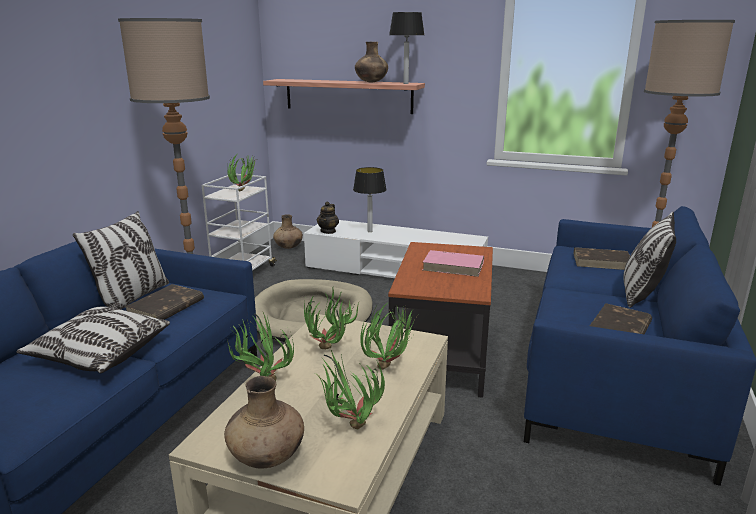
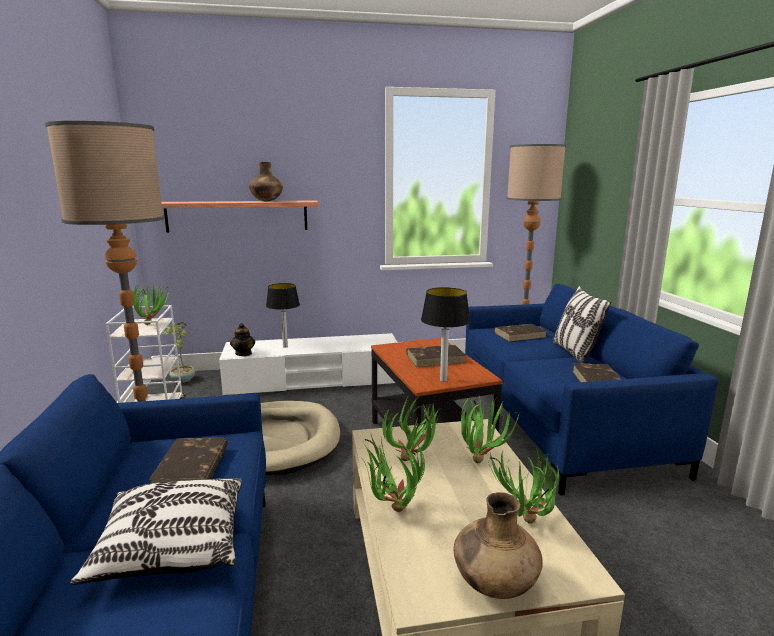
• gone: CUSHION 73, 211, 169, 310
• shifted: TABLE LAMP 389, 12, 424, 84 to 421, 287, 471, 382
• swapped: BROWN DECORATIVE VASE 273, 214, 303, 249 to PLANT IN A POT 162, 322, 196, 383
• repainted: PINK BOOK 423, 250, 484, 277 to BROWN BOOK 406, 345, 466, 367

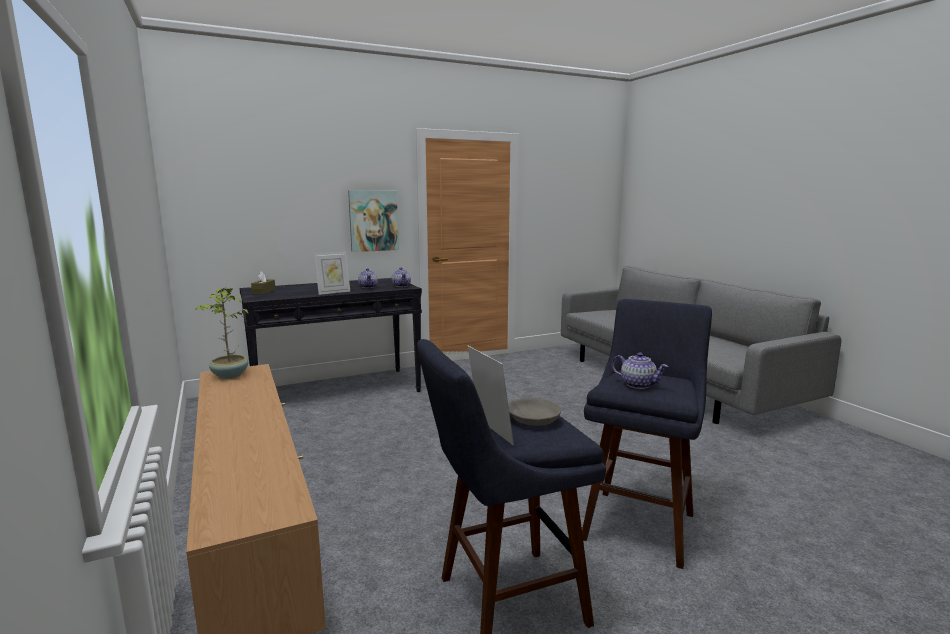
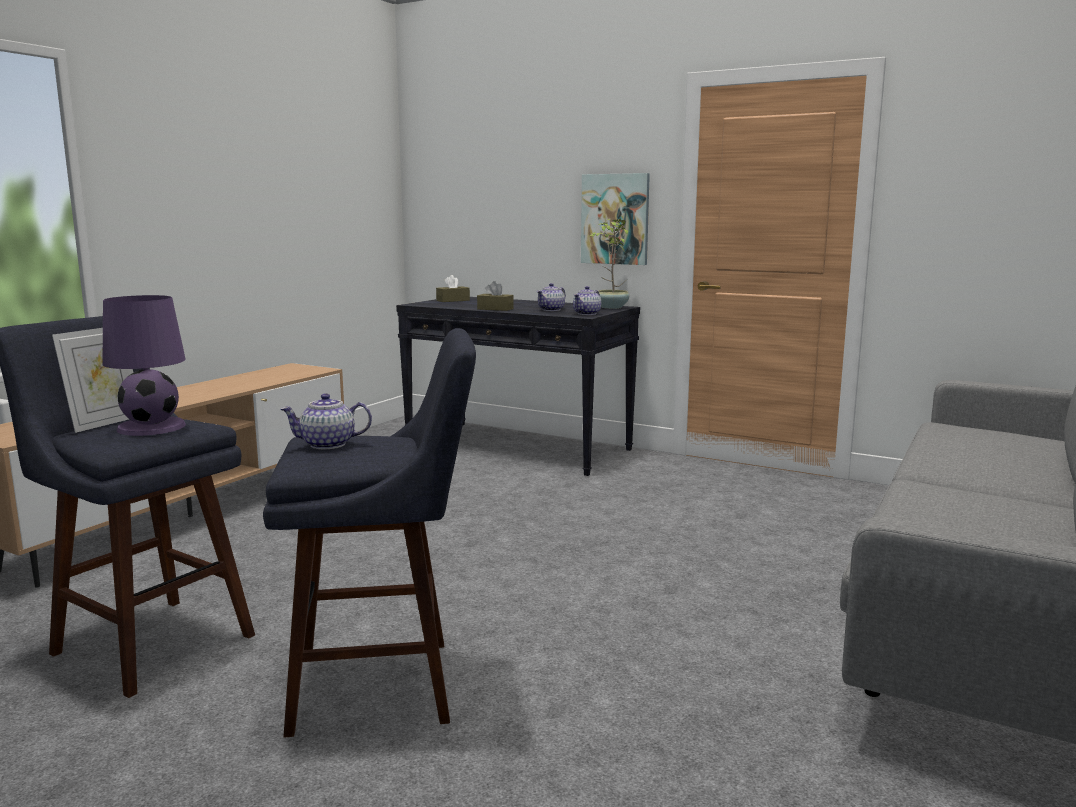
• shifted: PLANT IN A POT 195, 287, 248, 379 to 590, 219, 629, 309
• swapped: PICTURE FRAME 314, 251, 350, 295 to BROWN BOX OF TISSUES 477, 281, 514, 311
• swapped: GRAY BOWL 508, 398, 561, 426 to PURPLE TABLE LAMP 103, 295, 186, 436
• rotated: TEAPOT 612, 352, 669, 389 = 280, 393, 372, 449 75 degrees clockwise

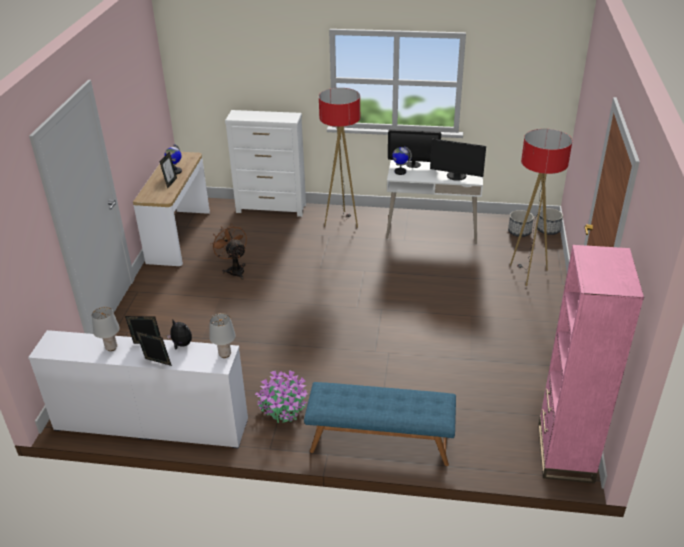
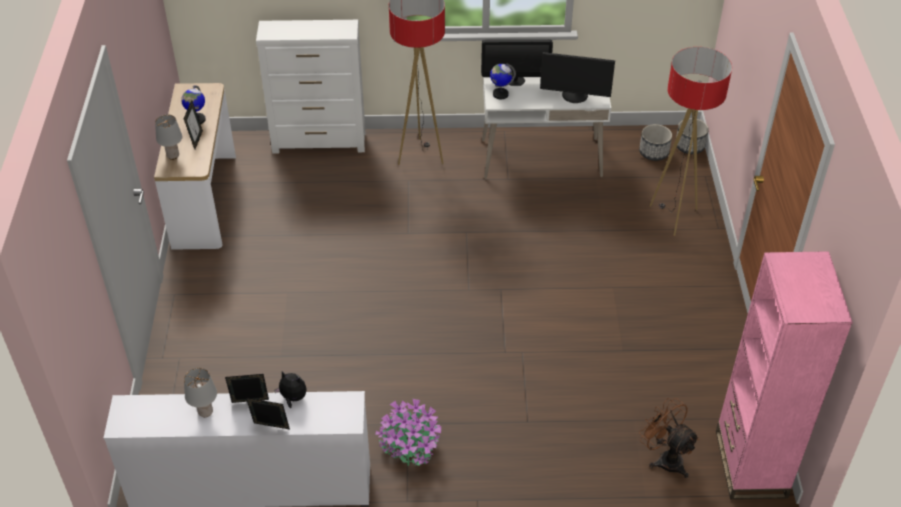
• gone: BLUE-COLOURED LONG SEAT 304, 382, 456, 466
• shifted: GRAY TABLE LAMP 209, 313, 236, 358 to 155, 114, 182, 160
• shifted: BROWN FAN 210, 224, 247, 280 to 639, 398, 699, 478

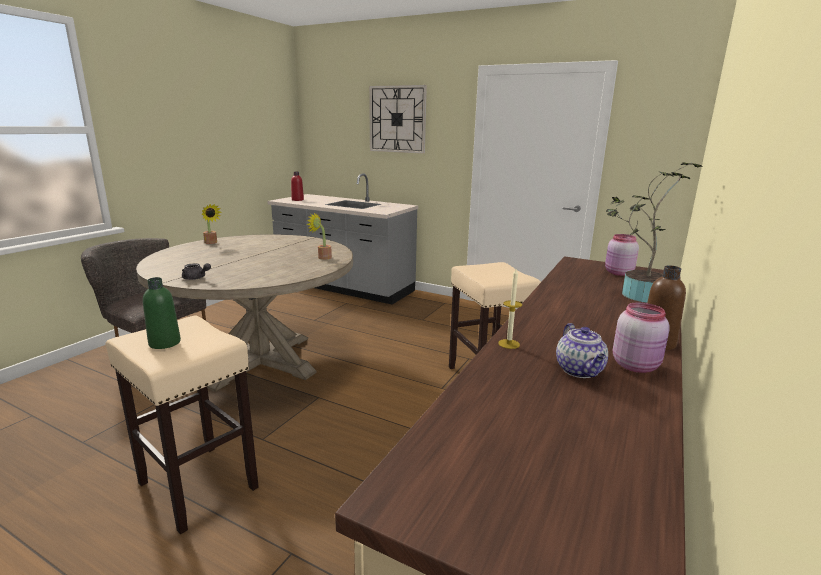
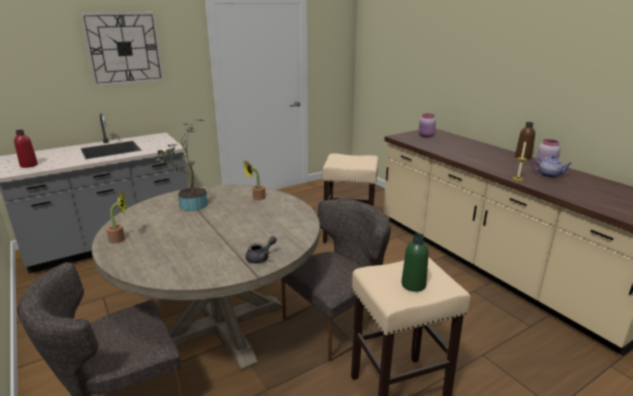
• new: GRAY CHAIR 281, 199, 391, 361
• shifted: PLANT IN A POT 606, 162, 703, 303 to 155, 119, 208, 211

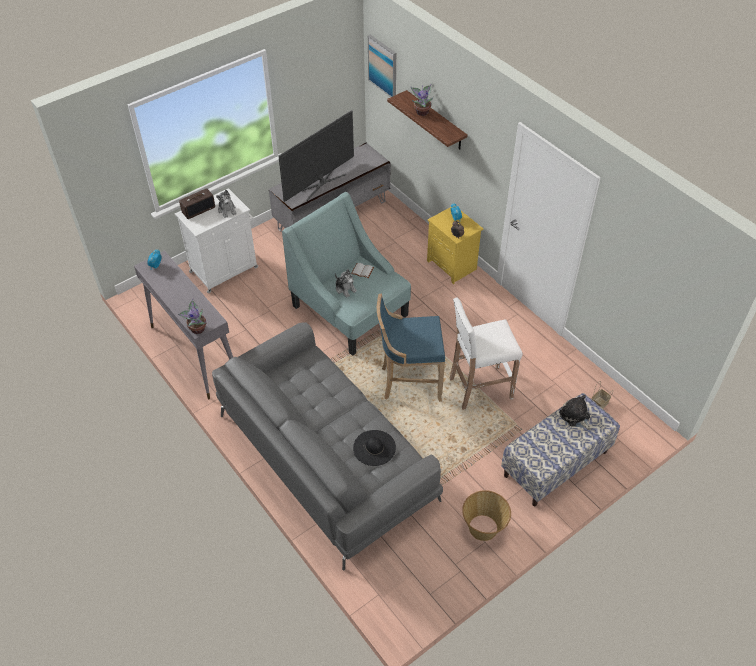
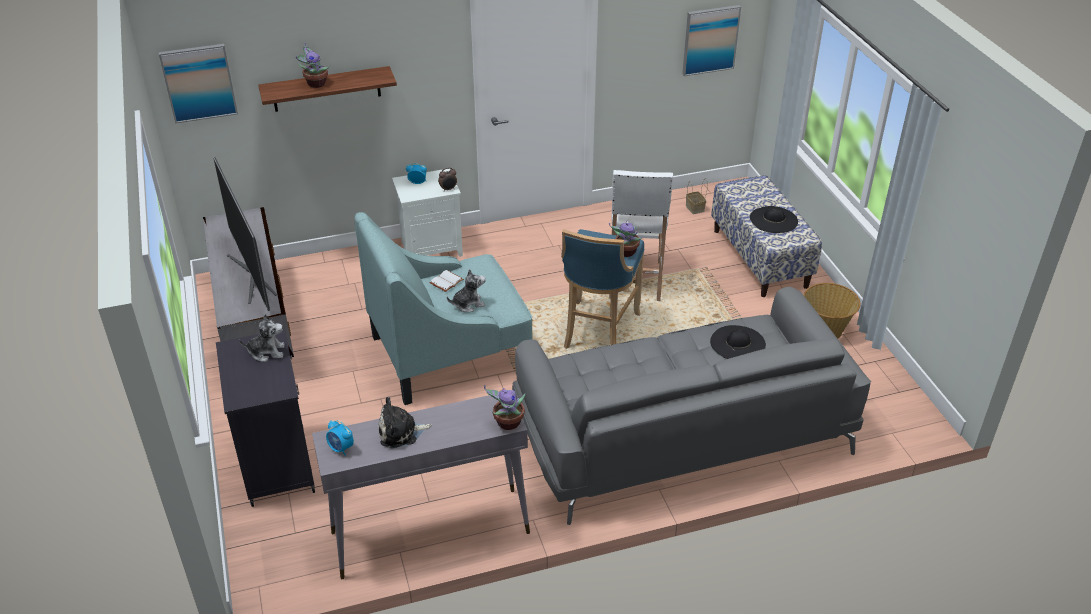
• gone: RADIO SET 179, 188, 215, 219
• new: PLANT IN A POT 609, 220, 643, 257
• new: WALL ART 682, 5, 741, 76
• new: BLACK HAT 750, 206, 798, 233
• shifted: SOFT TOY 559, 395, 591, 430 to 378, 397, 432, 448
• repainted: WHITE CABINET 175, 188, 258, 293 to BLACK CABINET 216, 329, 315, 507
• repainted: YELLOWISH NIGHTSTAND 427, 206, 484, 284 to WHITE NIGHTSTAND 392, 168, 463, 257

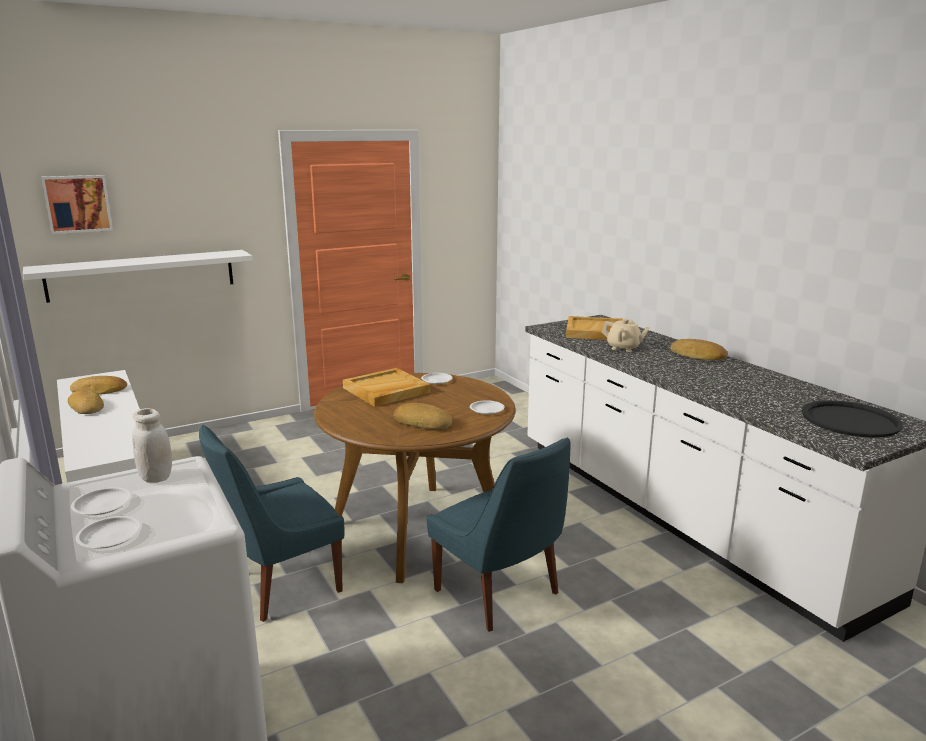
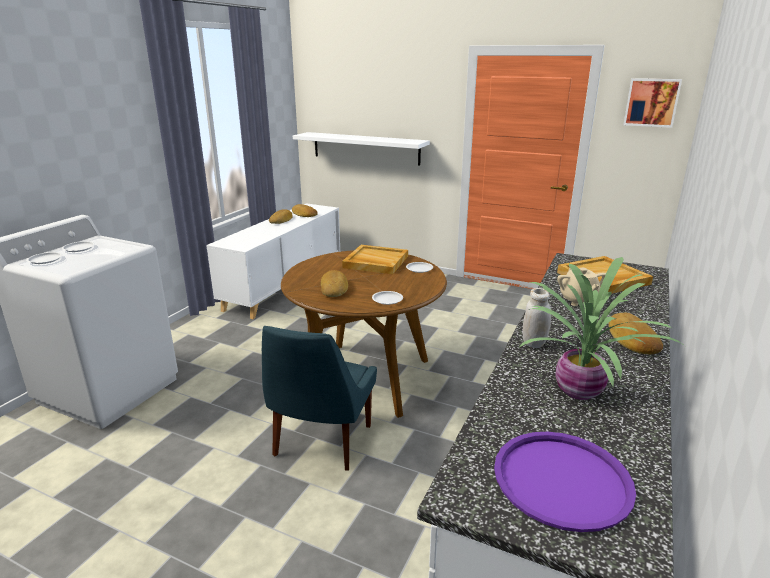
• gone: BLUE-COLOURED CHAIR 199, 425, 344, 622
• new: PLANT IN A POT 518, 257, 685, 400
• shifted: WALL ART 41, 175, 113, 234 to 623, 78, 682, 128
• shifted: WHITE PRESERVE JAR 132, 408, 172, 483 to 523, 288, 551, 348
• repainted: BLACK SERVING TRAY 802, 400, 903, 438 to PURPLE SERVING TRAY 494, 432, 636, 532

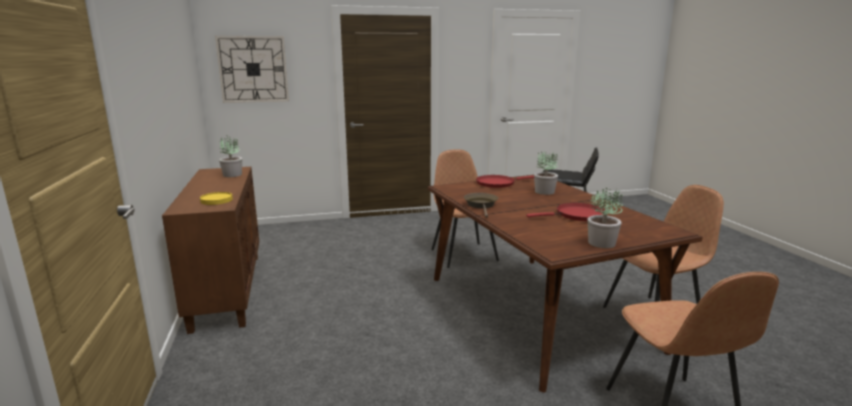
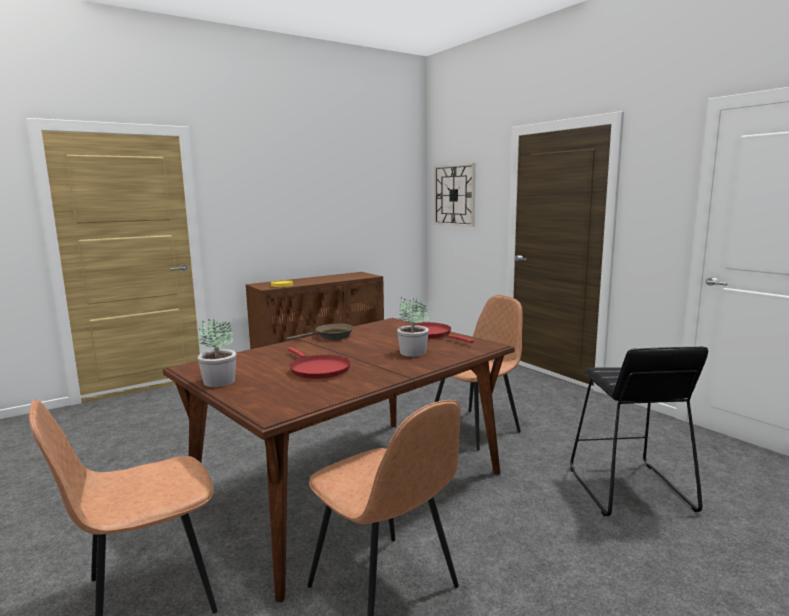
• gone: PLANT IN A POT 219, 136, 242, 177

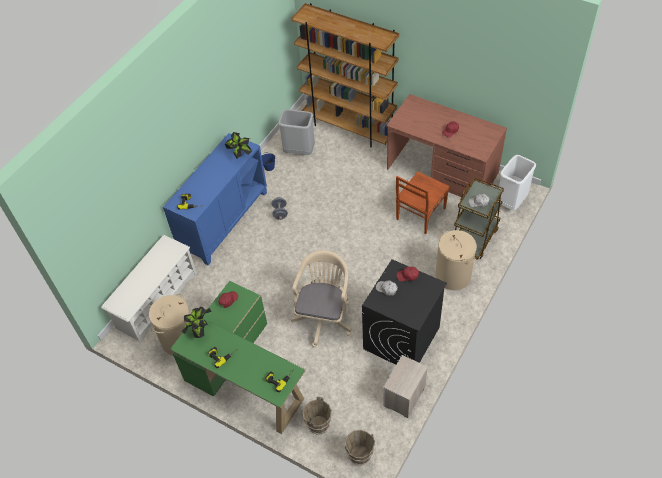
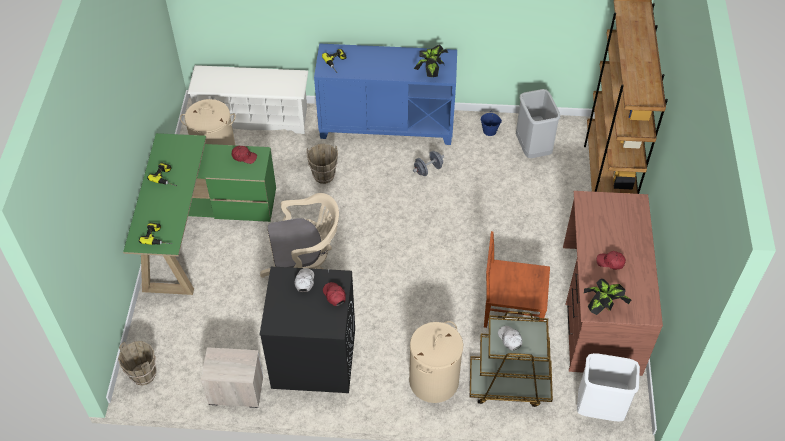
• shifted: PLANT IN A POT 182, 307, 212, 338 to 584, 279, 631, 315
• shifted: BROWN WATER BUCKET 303, 397, 332, 434 to 307, 143, 338, 184

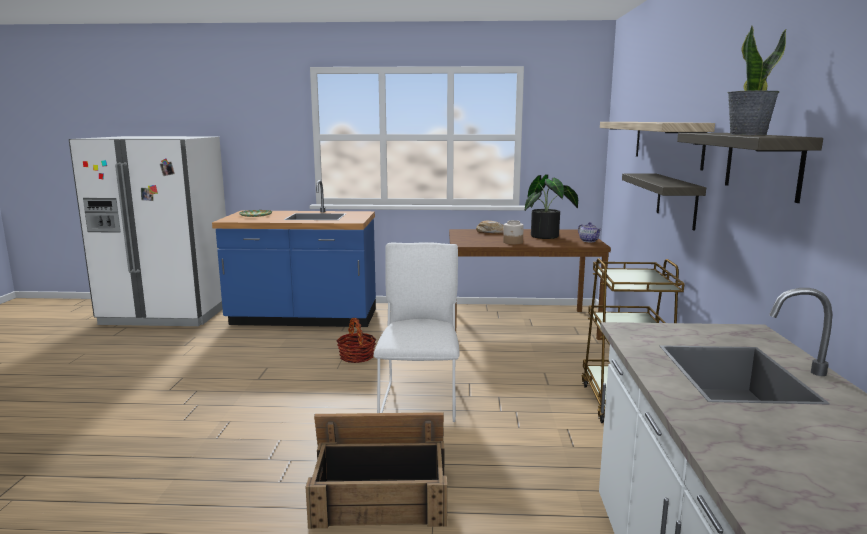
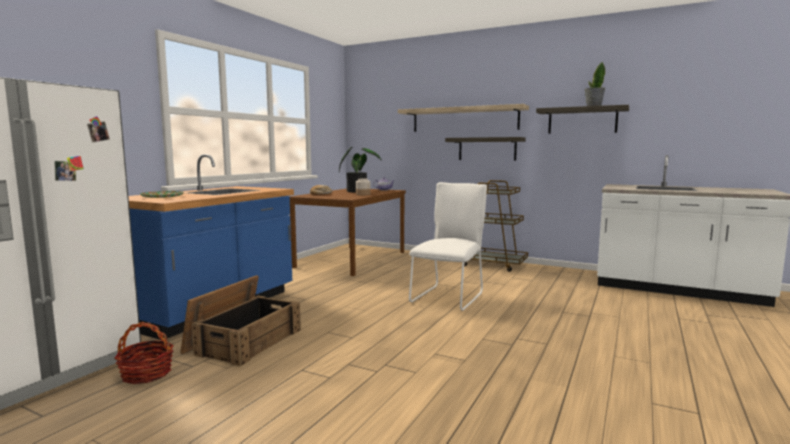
• shifted: SHIPPING CRATE 306, 412, 447, 529 to 180, 275, 301, 366
• shifted: HOUSEHOLD BASKET 336, 318, 376, 363 to 114, 322, 174, 384
• rotated: WHITE CHAIR 374, 242, 460, 422 = 409, 182, 487, 311 90 degrees clockwise

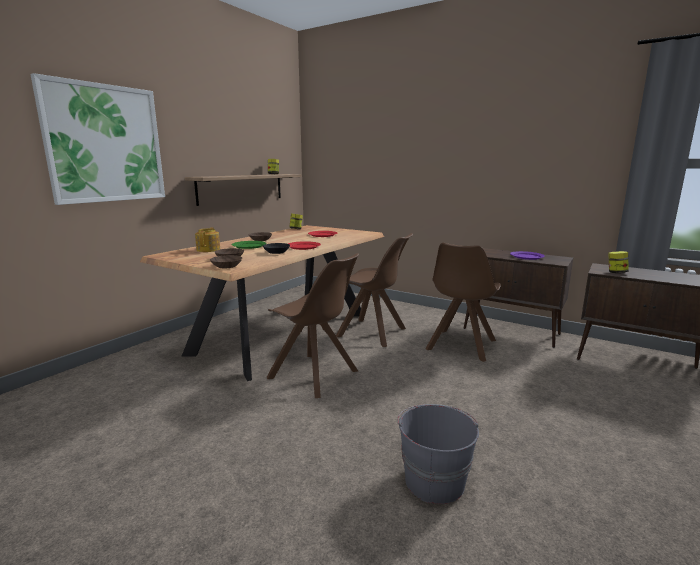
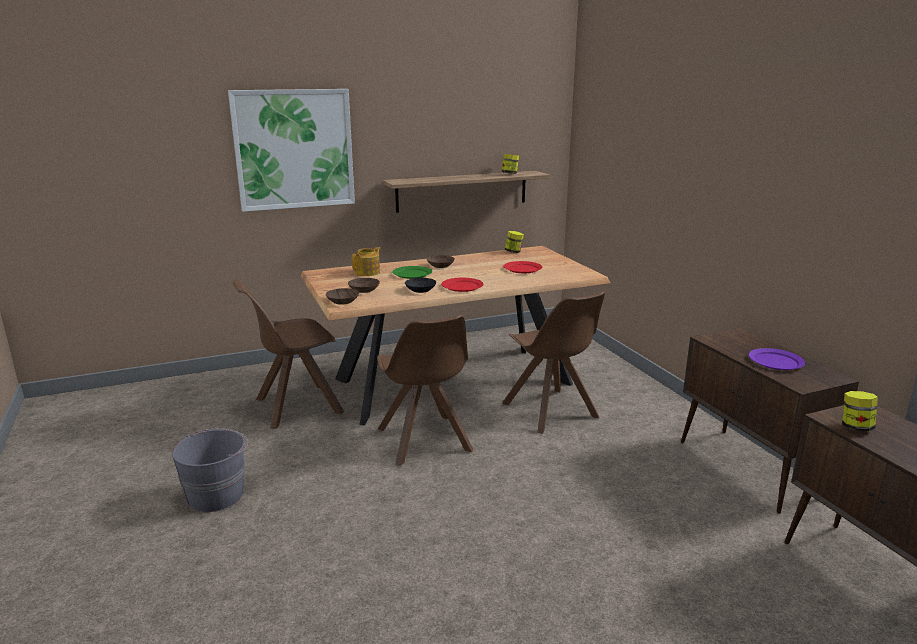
• shifted: GRAY WATER BUCKET 397, 404, 479, 504 to 172, 429, 248, 512
• shifted: BROWN CHAIR 425, 243, 501, 362 to 233, 279, 344, 429

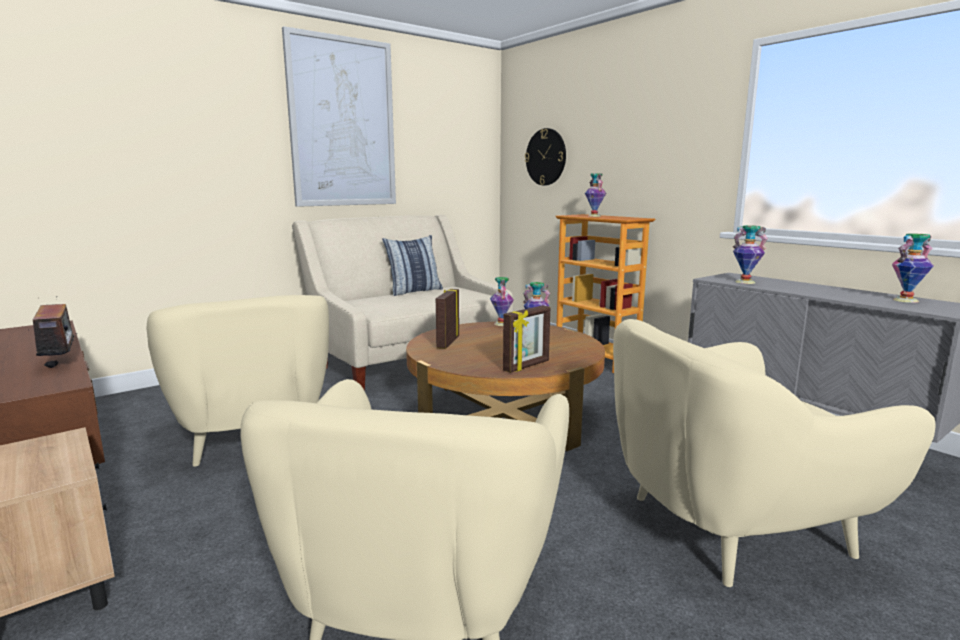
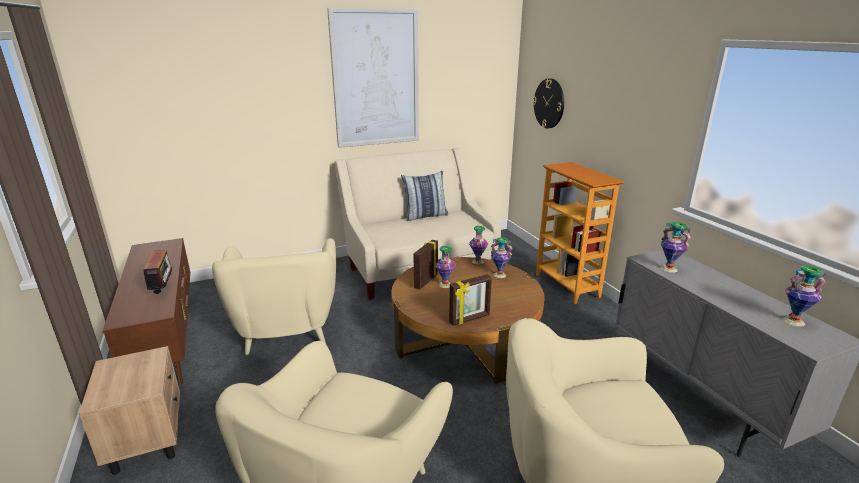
• shifted: DECORATIVE VASE 585, 174, 606, 217 to 435, 245, 456, 288

